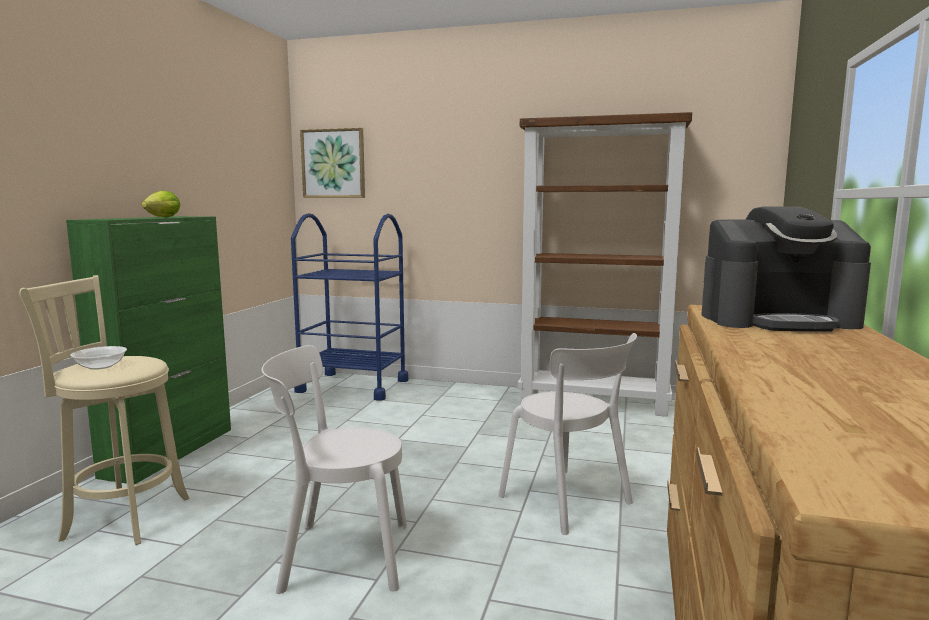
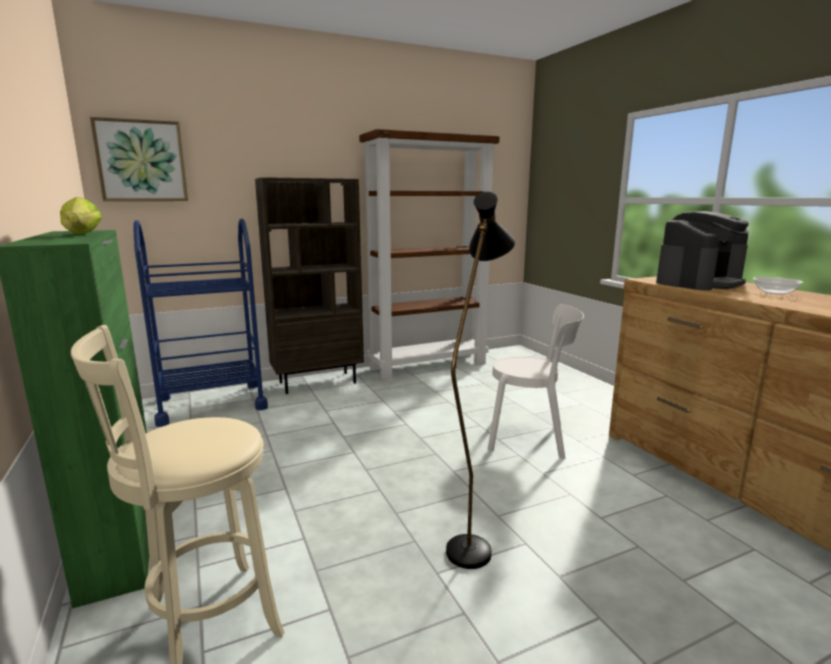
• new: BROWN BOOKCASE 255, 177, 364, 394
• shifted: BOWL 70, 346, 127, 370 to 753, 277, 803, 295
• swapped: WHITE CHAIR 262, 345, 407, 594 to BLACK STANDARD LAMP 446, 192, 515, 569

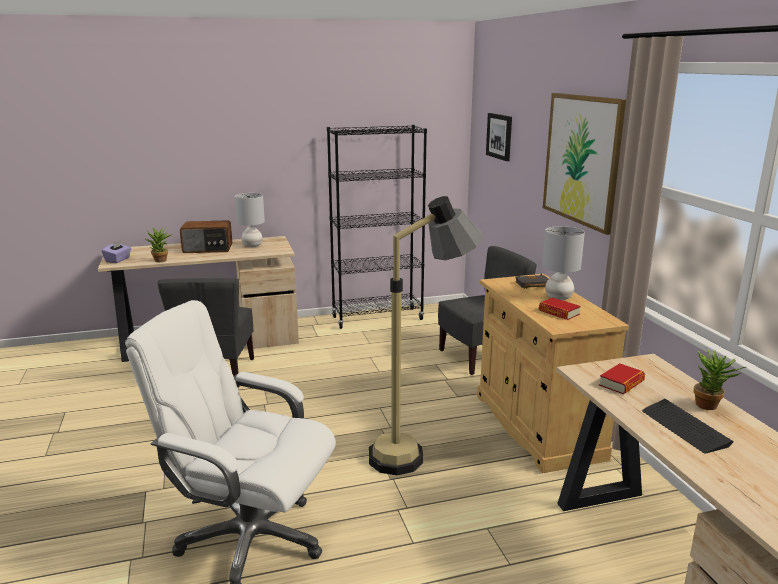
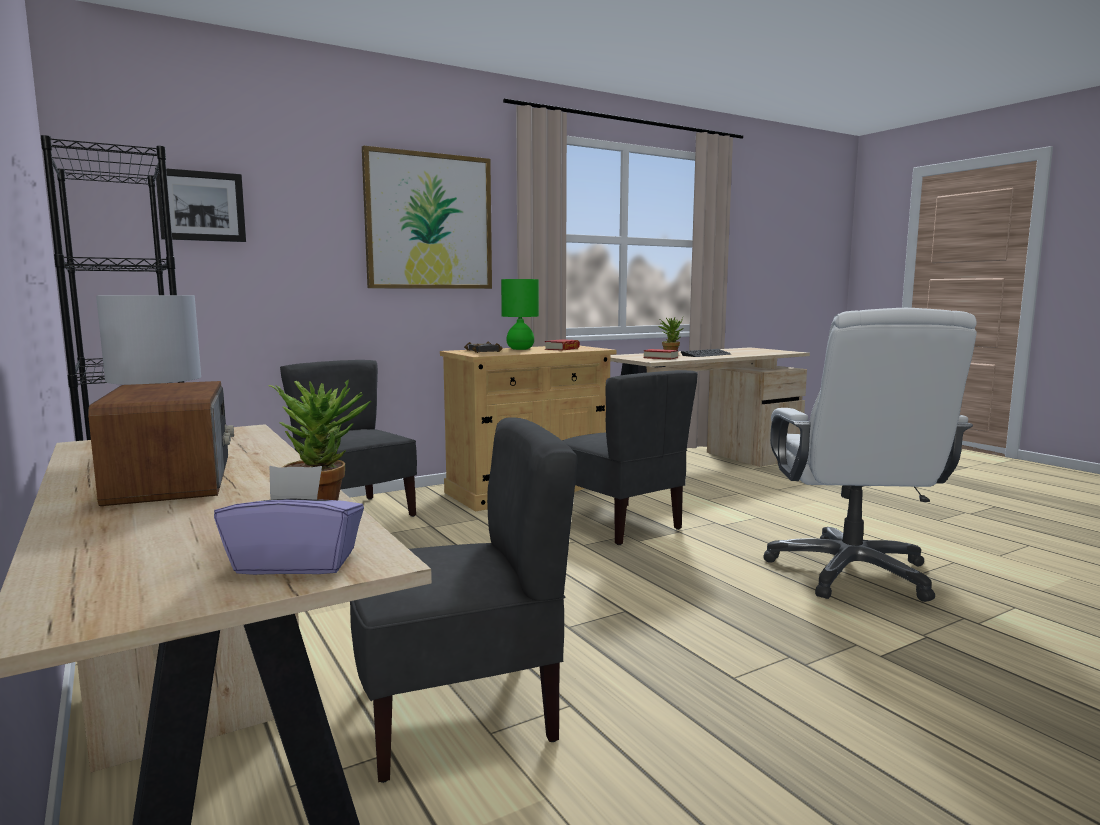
• swapped: STANDARD LAMP 369, 196, 484, 475 to GRAY CHAIR 562, 370, 698, 545
• repainted: GRAY TABLE LAMP 542, 226, 585, 300 to GREENISH TABLE LAMP 501, 279, 539, 350

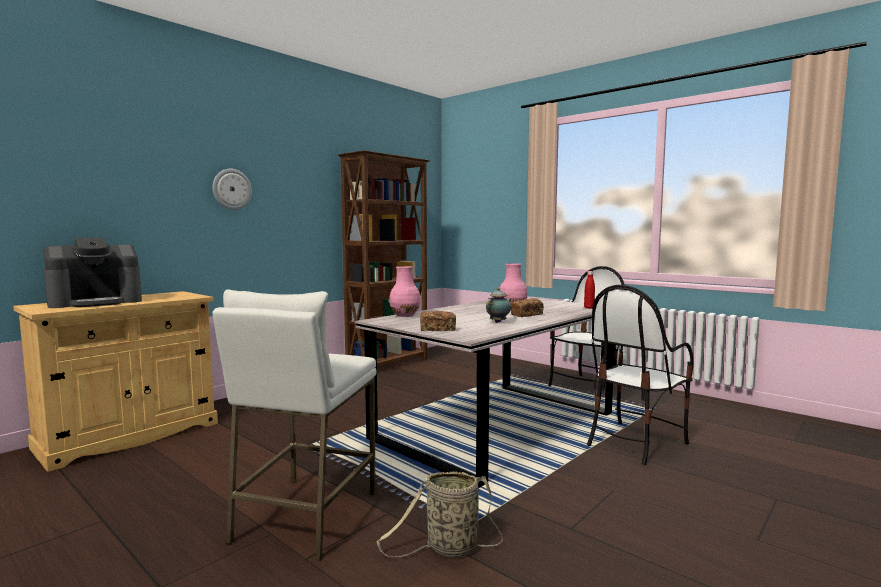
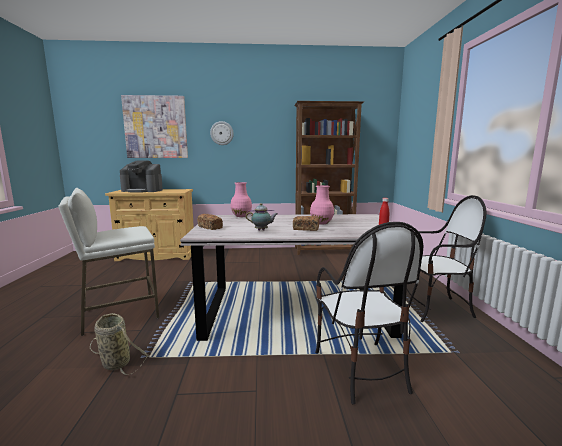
• new: WALL ART 121, 95, 188, 158
• rotated: CHAIR 587, 285, 693, 465 = 315, 222, 423, 405 105 degrees counterclockwise

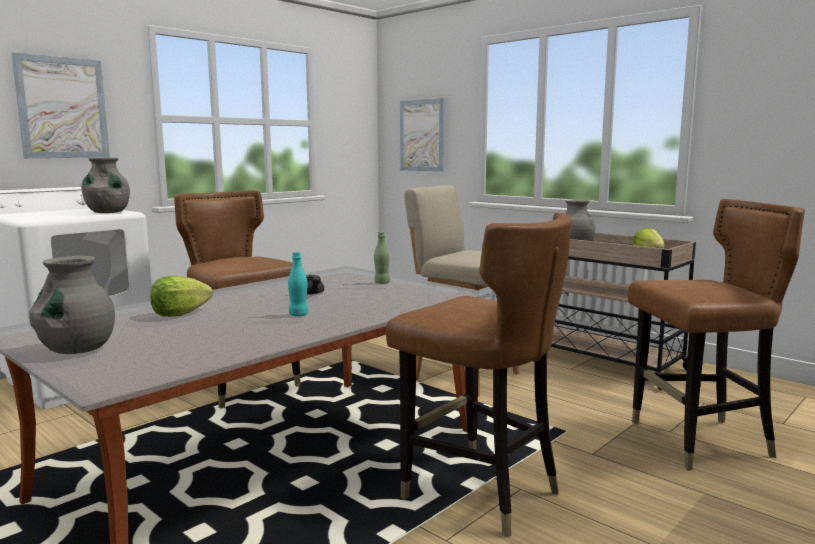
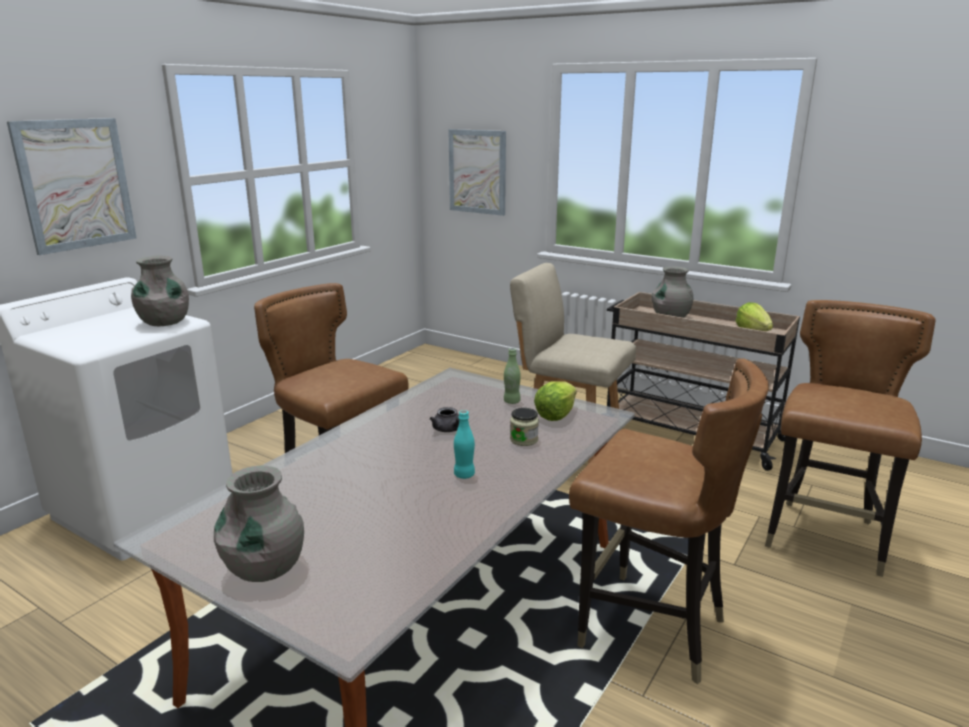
• new: PRESERVE JAR 510, 408, 539, 446
• shifted: LETTUCE HEAD 150, 275, 213, 317 to 534, 382, 577, 421
• rotated: BROWN CHAIR 628, 199, 805, 470 = 765, 300, 936, 577 45 degrees counterclockwise

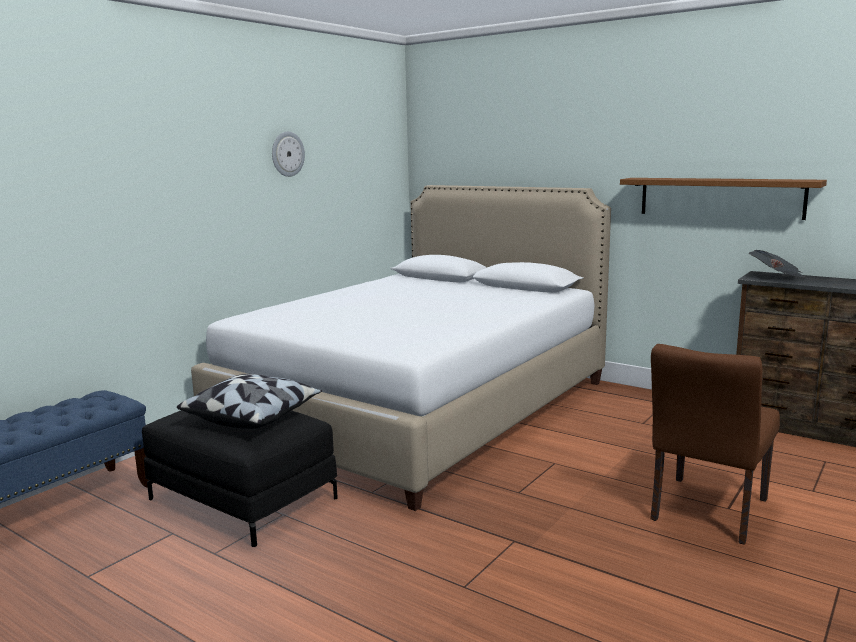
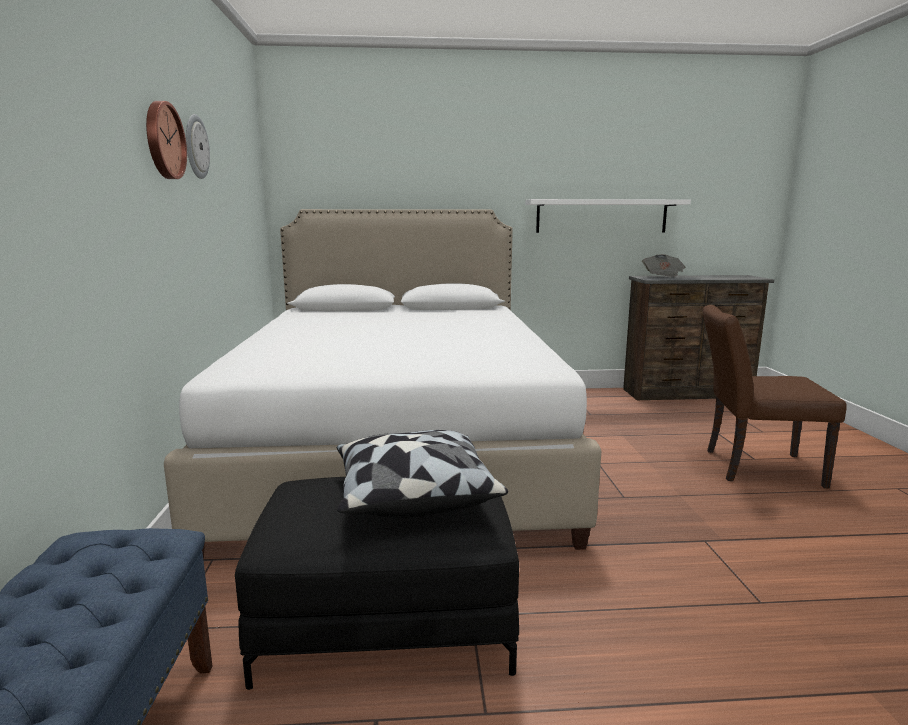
• new: CLOCK ON THE WALL 146, 101, 187, 179
• repainted: BROWN BRACKET SHELF 620, 178, 827, 220 to WHITE BRACKET SHELF 525, 199, 691, 233
• rotated: BROWN CHAIR 650, 344, 780, 545 = 703, 305, 847, 489 105 degrees clockwise

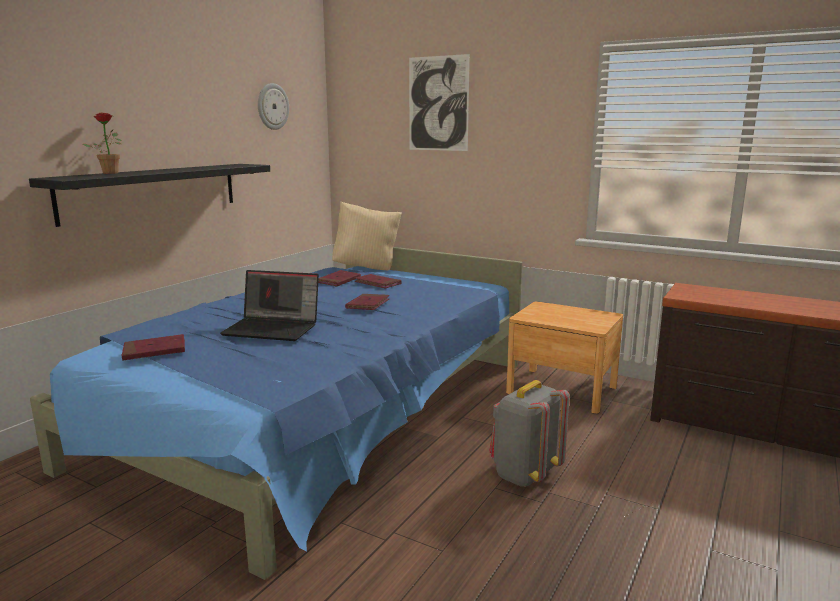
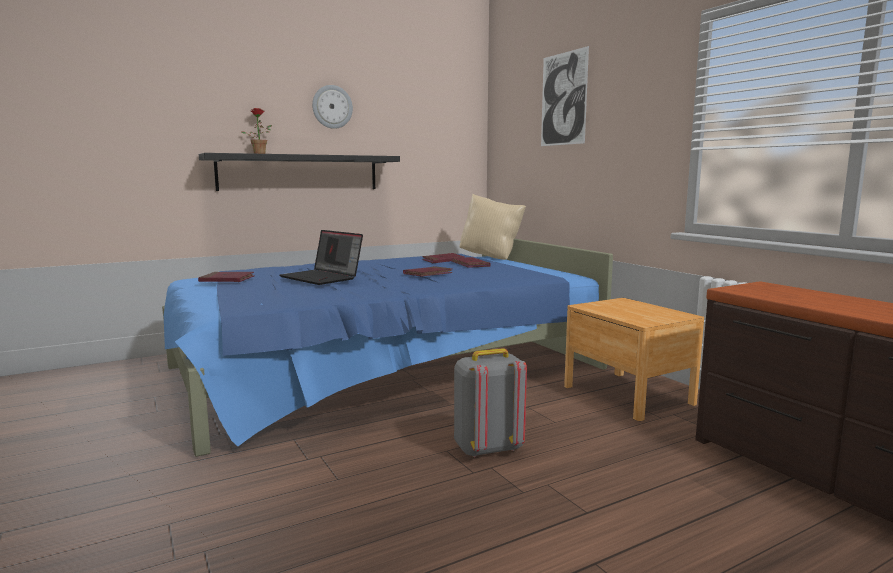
• shifted: CLOCK ON THE WALL 258, 83, 289, 130 to 312, 85, 353, 129

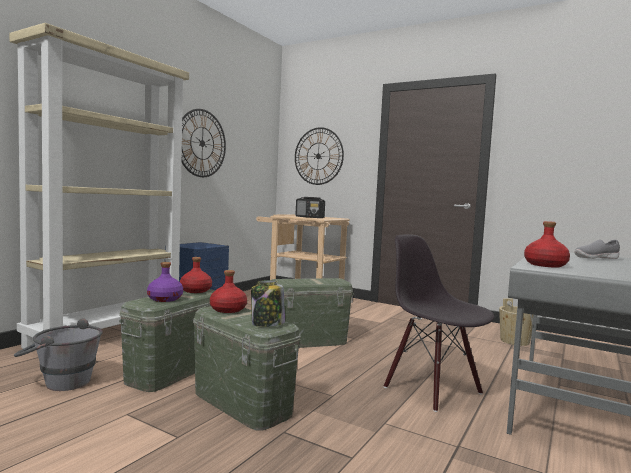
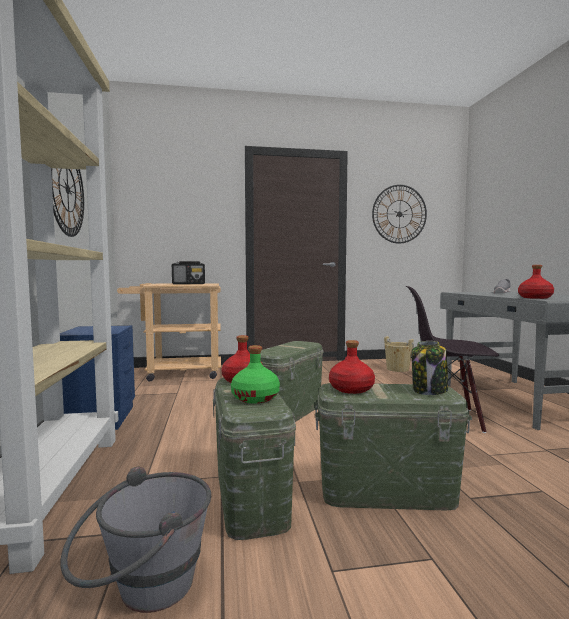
• shifted: CLOCK ON THE WALL 295, 127, 344, 185 to 372, 185, 427, 244
• repainted: PURPLE DRINK BOTTLE 147, 262, 183, 302 to GREENISH DRINK BOTTLE 231, 345, 280, 403

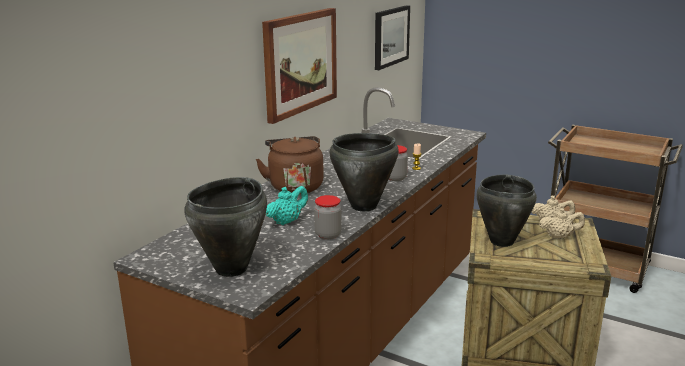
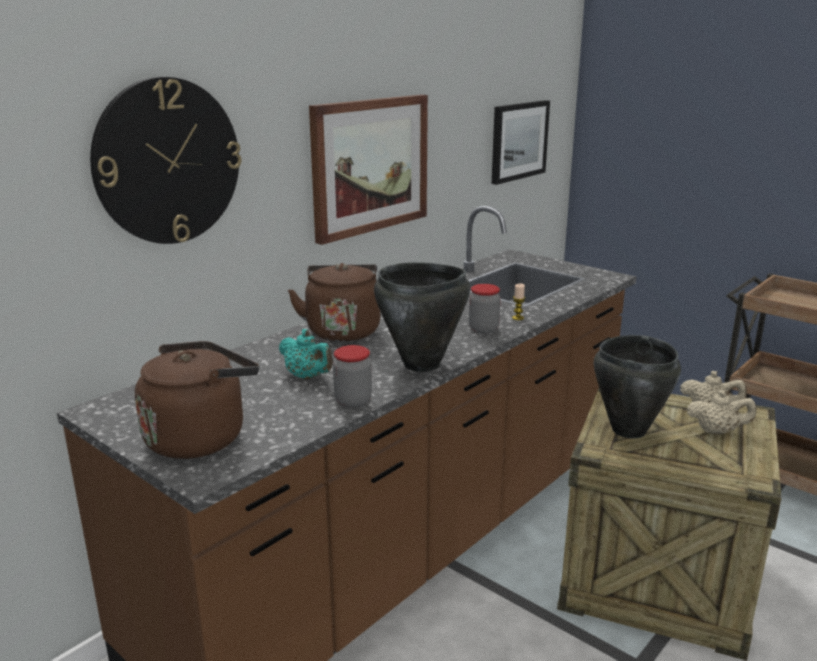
• new: CLOCK ON THE WALL 90, 77, 241, 244
• swapped: BLACK COOKING POT 184, 177, 267, 277 to BROWN WATER KETTLE 135, 341, 259, 459
• rotated: BLUE-GREEN TEAPOT 265, 186, 308, 225 = 279, 329, 333, 380 75 degrees clockwise

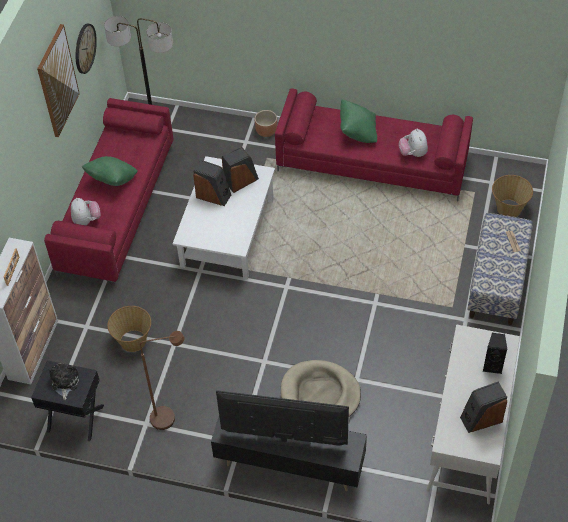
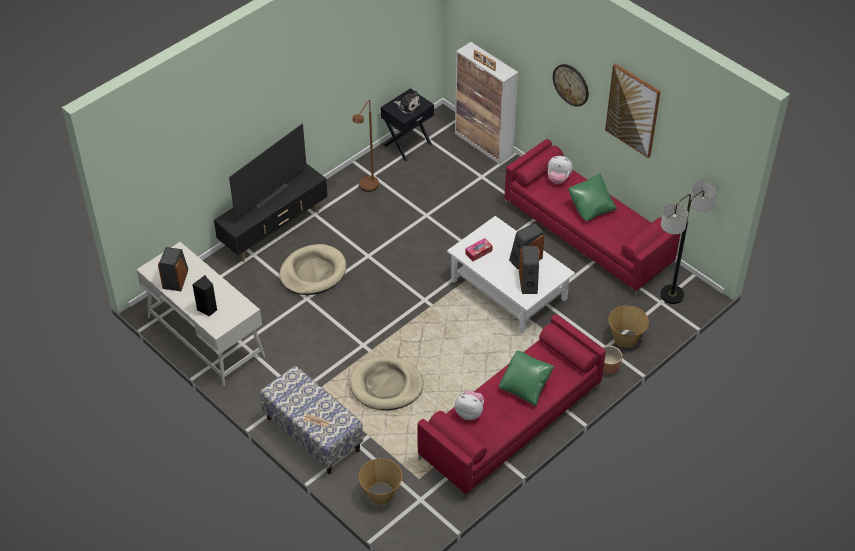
• new: BEIGE-COLOURED DOG BED 350, 356, 423, 410
• new: BOX OF TISSUES 465, 238, 493, 261
• shifted: CLOCK ON THE WALL 76, 23, 97, 74 to 553, 64, 589, 107
• shifted: HOUSEHOLD BASKET 108, 306, 151, 352 to 608, 305, 649, 348

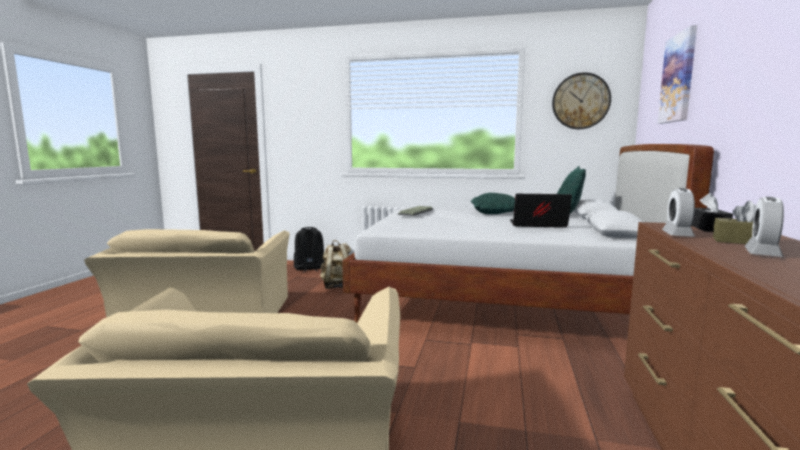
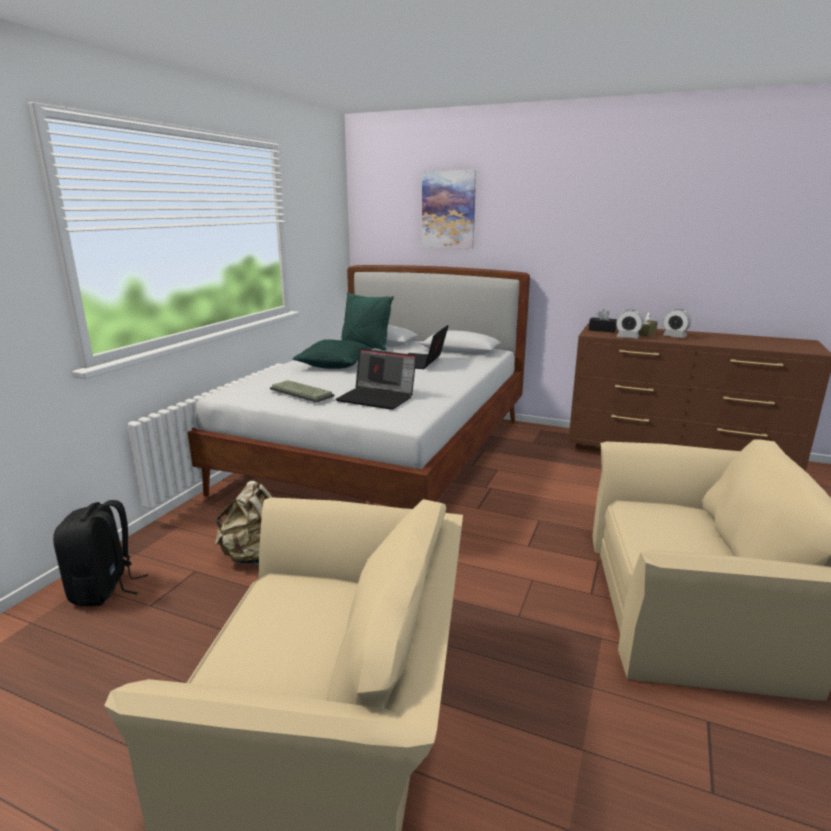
• gone: CLOCK ON THE WALL 552, 72, 611, 129
• new: NOTEBOOK COMPUTER 336, 349, 416, 410

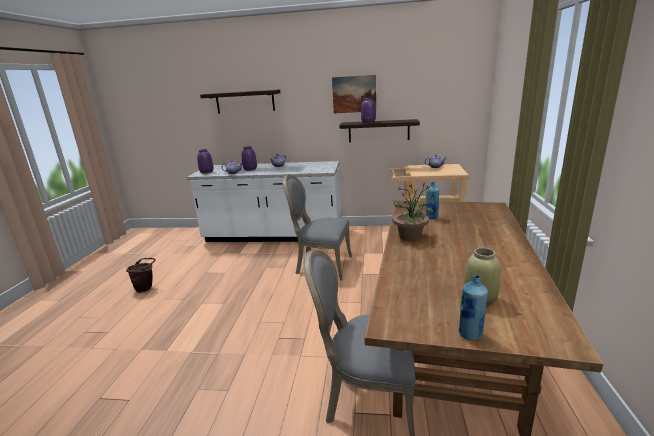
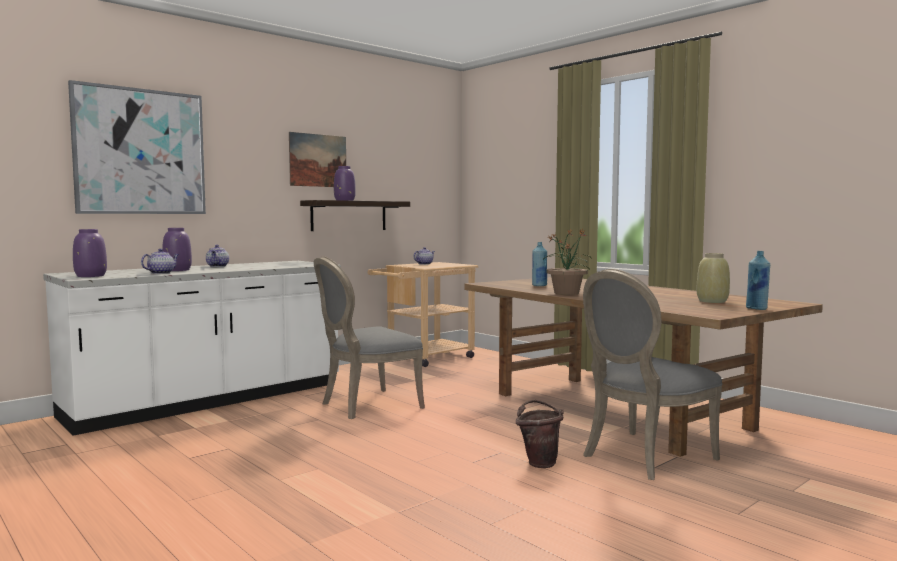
• shifted: BROWN WATER BUCKET 126, 258, 156, 293 to 516, 400, 564, 468
• swapped: BRACKET SHELF 200, 89, 281, 113 to WALL ART 68, 80, 206, 214

